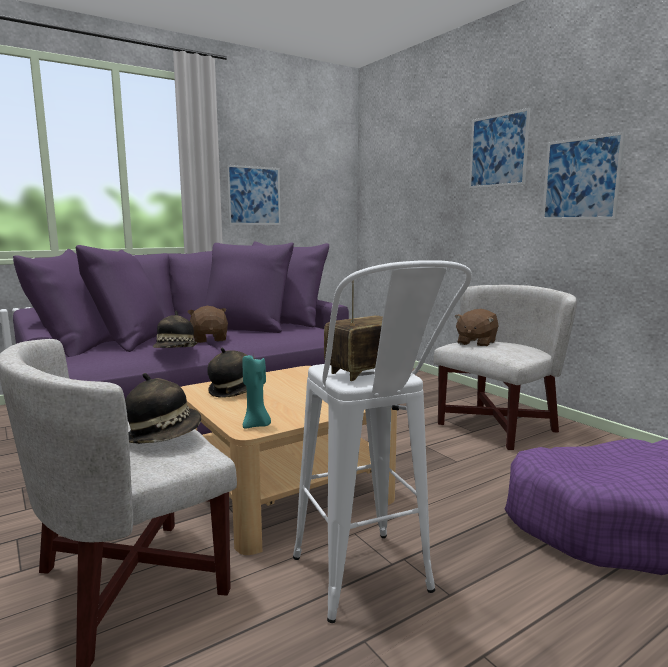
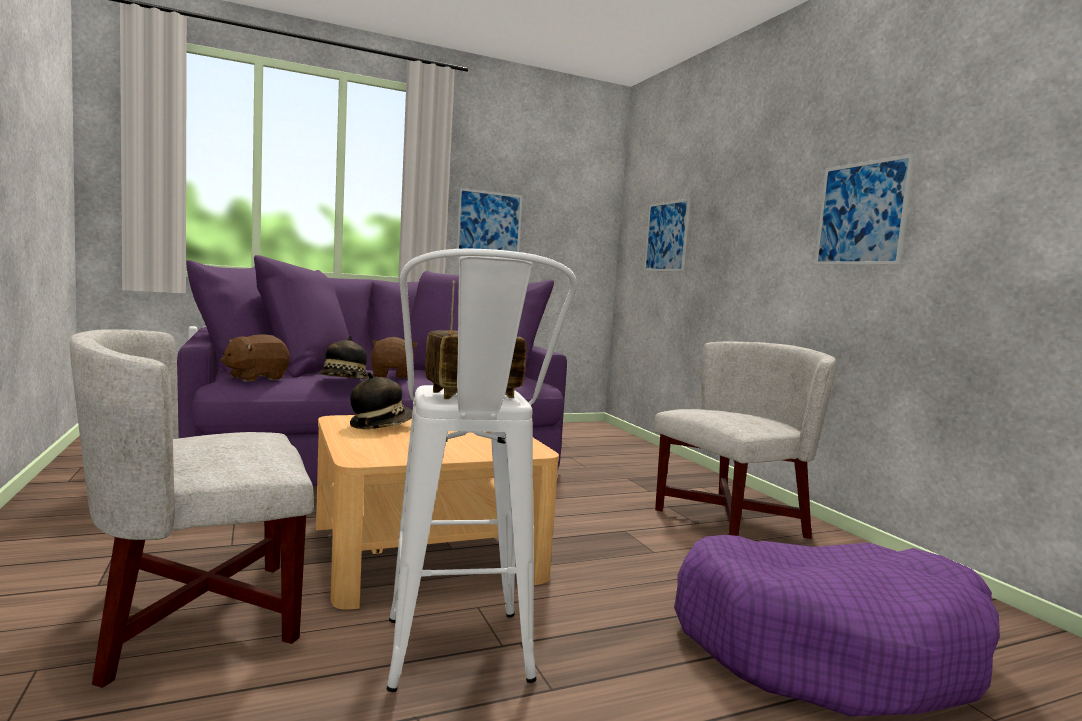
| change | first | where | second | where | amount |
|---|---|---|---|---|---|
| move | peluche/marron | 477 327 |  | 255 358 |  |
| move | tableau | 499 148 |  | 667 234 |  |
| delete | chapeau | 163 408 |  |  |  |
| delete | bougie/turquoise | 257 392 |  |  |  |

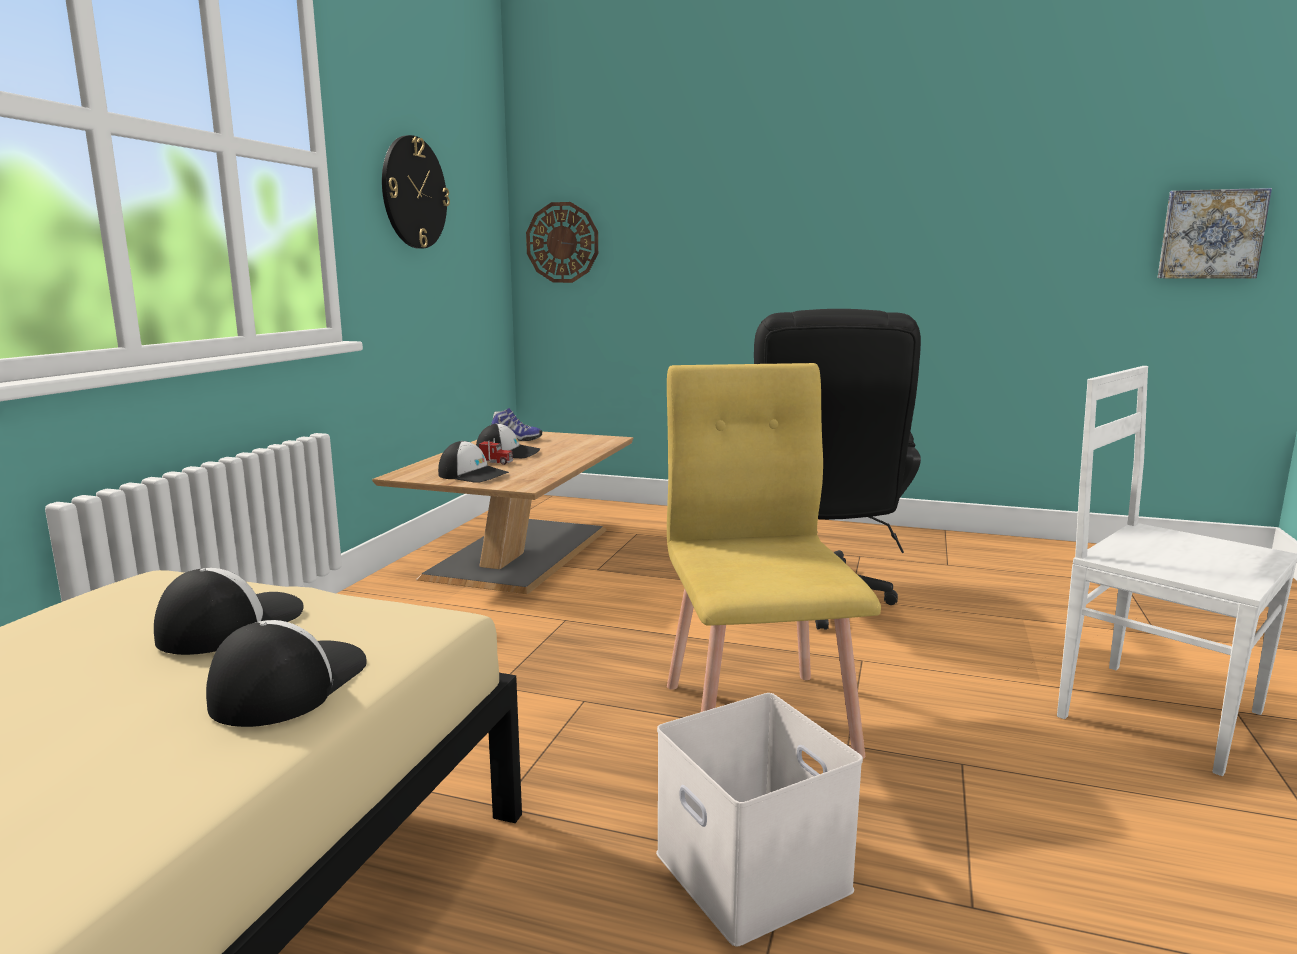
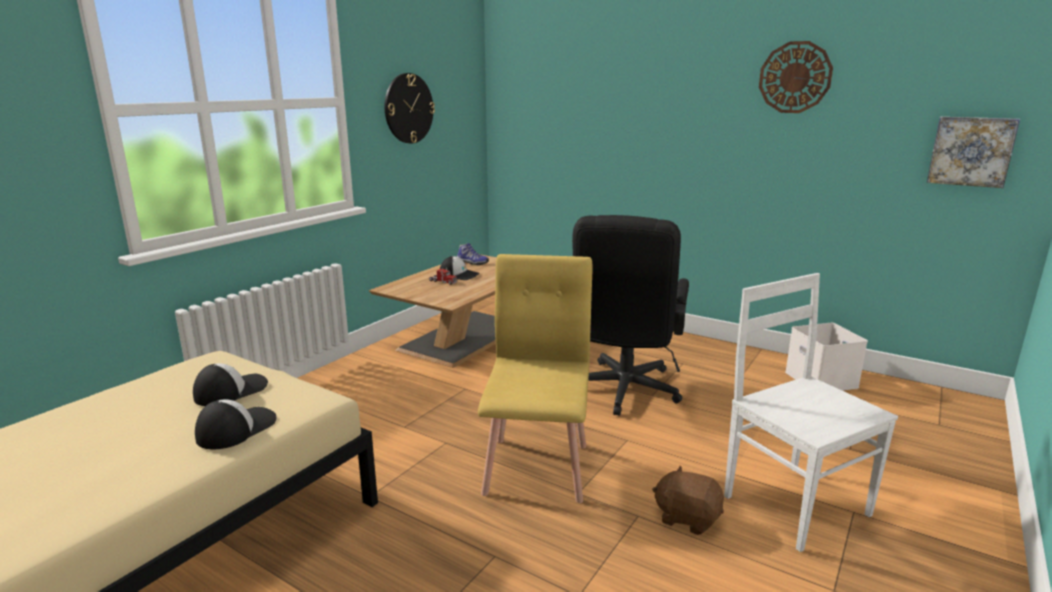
| change | first | where | second | where | amount |
|---|---|---|---|---|---|
| insert |  |  | peluche/marron | 688 500 |  |
| move | horloge murale | 562 242 |  | 796 77 |  |
| move | boîte de rangement/blanc | 759 819 |  | 826 357 |  |
| delete | casquette | 473 462 |  |  |  |

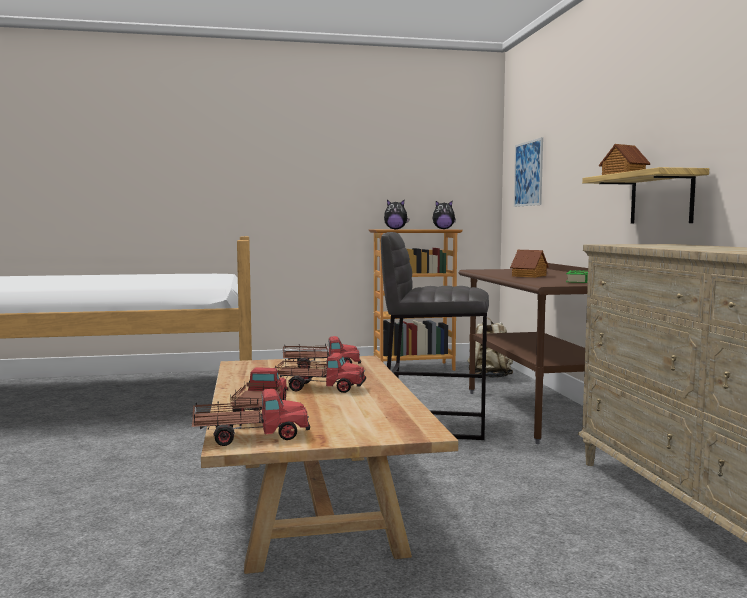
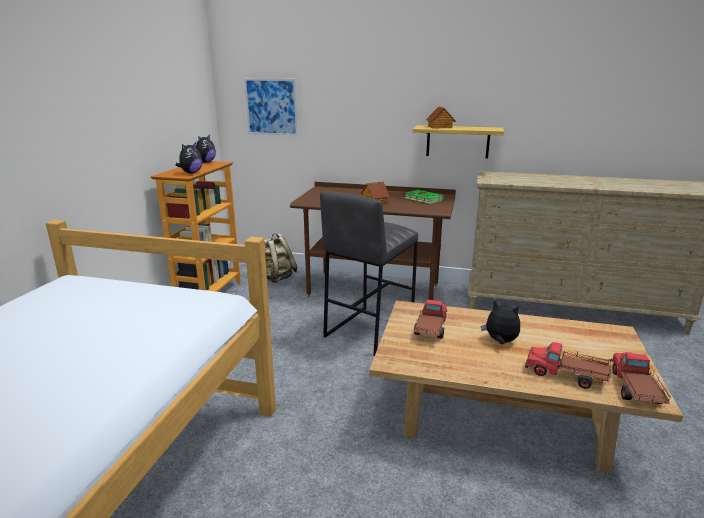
| change | first | where | second | where | amount |
|---|---|---|---|---|---|
| replace | camion jouet | 320 373 | peluche | 500 322 |  |

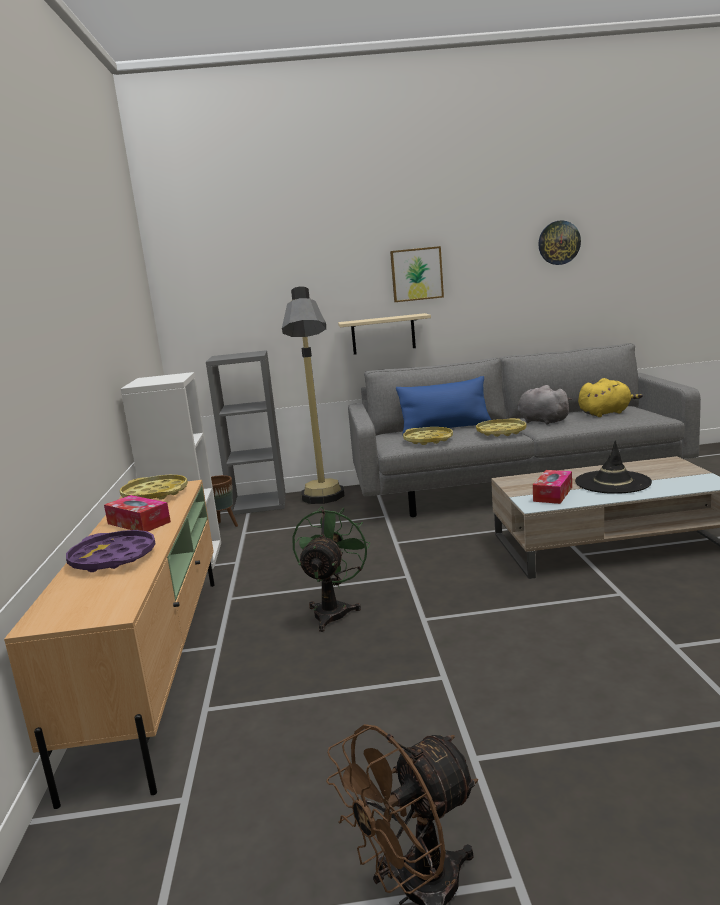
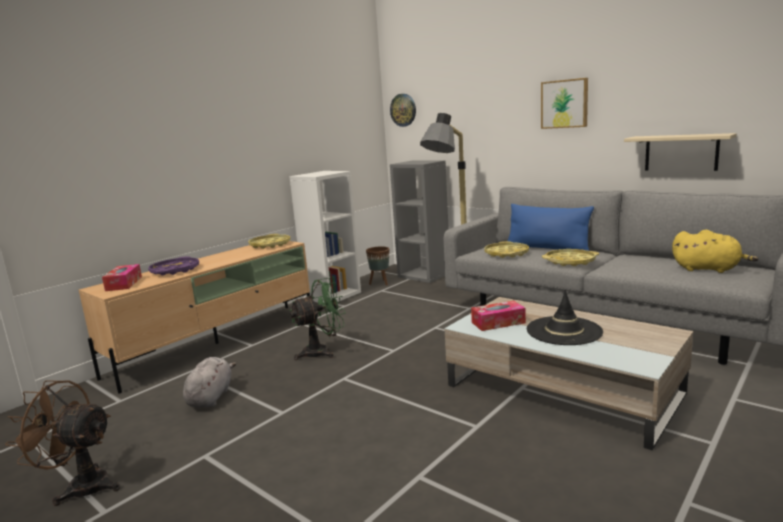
| change | first | where | second | where | amount |
|---|---|---|---|---|---|
| move | boîte à mouchoirs | 137 513 |  | 122 277 |  |
| move | peluche/gris | 545 404 |  | 209 382 |  |
| move | horloge murale | 559 242 |  | 403 110 |  |
| move | étagère/beige | 384 334 |  | 680 152 |  |

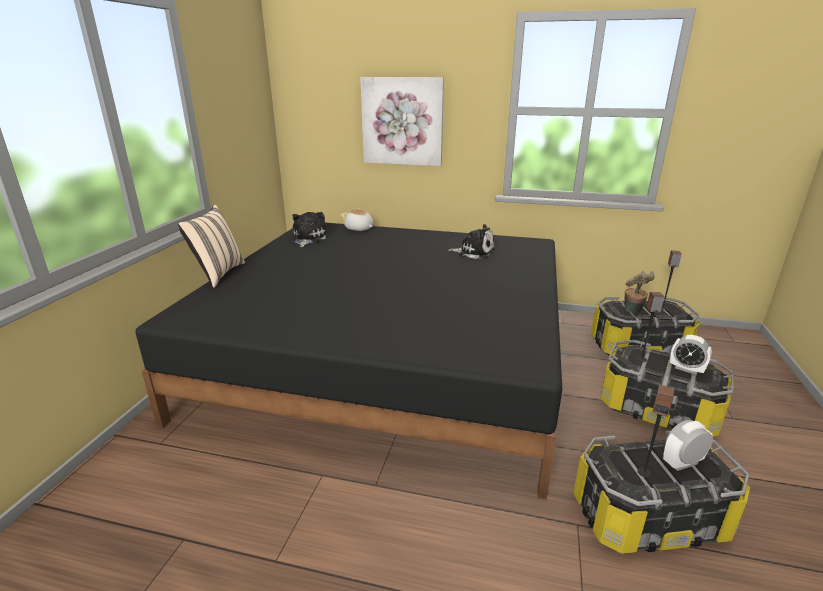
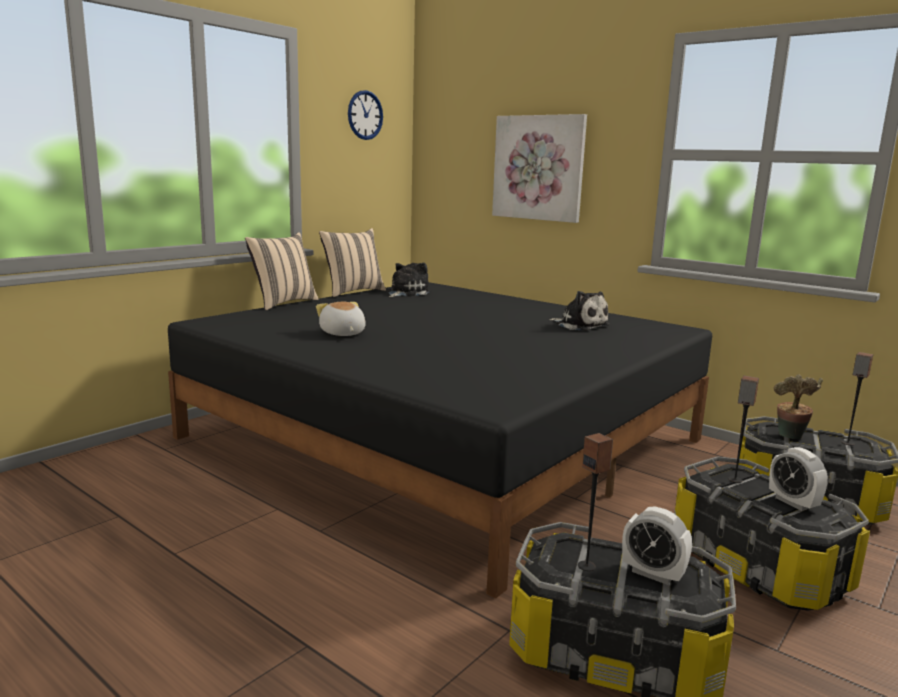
| change | first | where | second | where | amount |
|---|---|---|---|---|---|
| move | peluche | 356 219 |  | 341 319 |  |
| insert |  |  | coussin/beige | 352 262 |  |
| insert |  |  | horloge murale | 365 115 |  |
| rotate | réveil | 688 445 |  | 657 546 | 150 degrees counterclockwise |

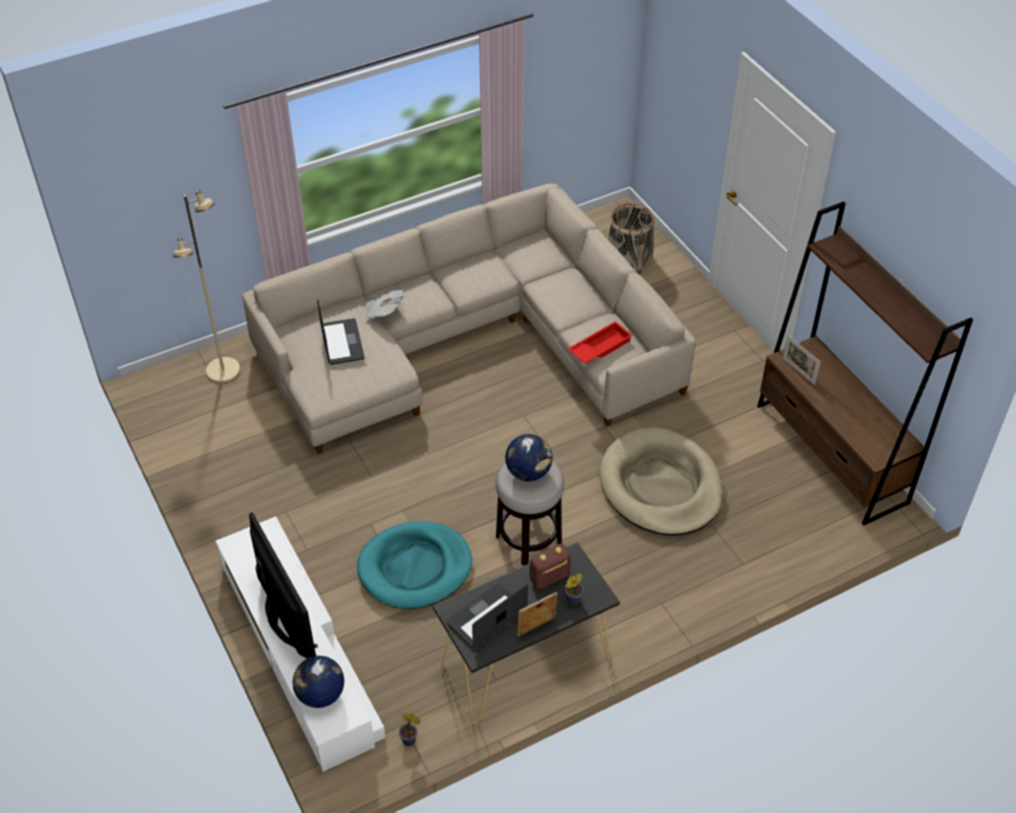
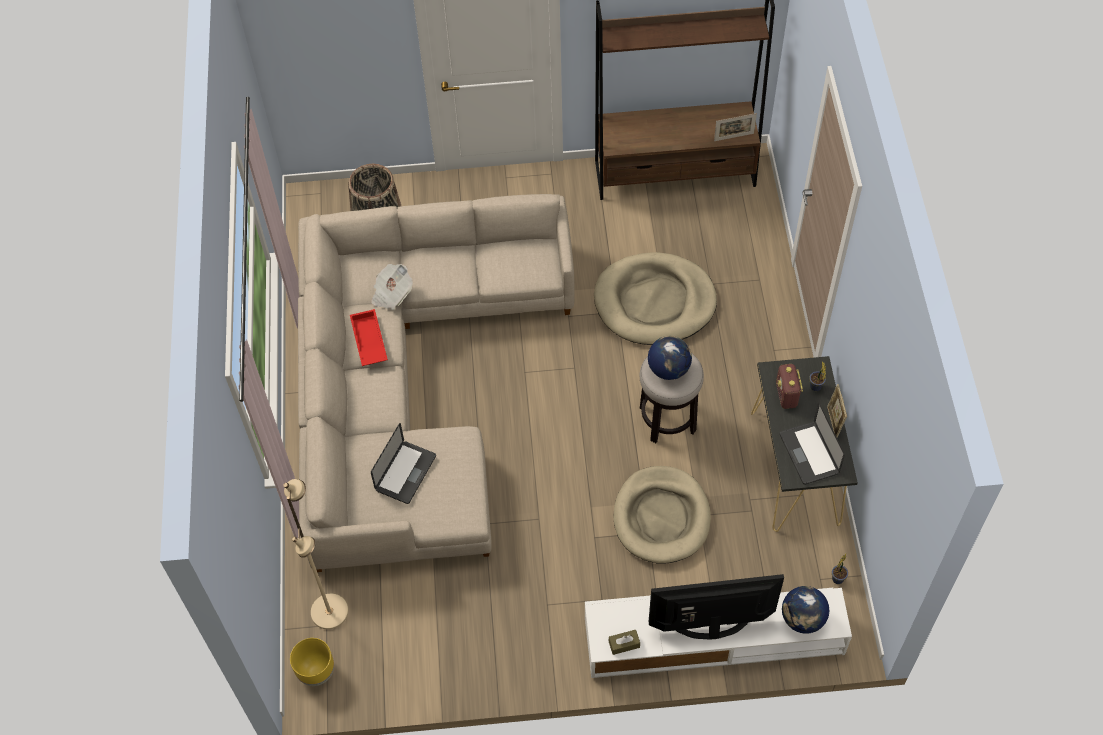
| change | first | where | second | where | amount |
|---|---|---|---|---|---|
| insert |  |  | cache-pot/jaune | 312 662 |  |
| move | plateau/rouge | 600 342 |  | 369 337 |  |
| move | journal | 384 304 |  | 392 287 |  |
| rotate | ordinateur portable | 341 332 |  | 403 463 | 105 degrees clockwise |
| insert |  |  | boîte à mouchoirs/marron | 624 642 |  |
| recolor | panier pour chien/turquoise | 414 565 | panier pour chien/beige | 662 515 |  |
| move | cadre photo | 801 360 |  | 735 127 |  |

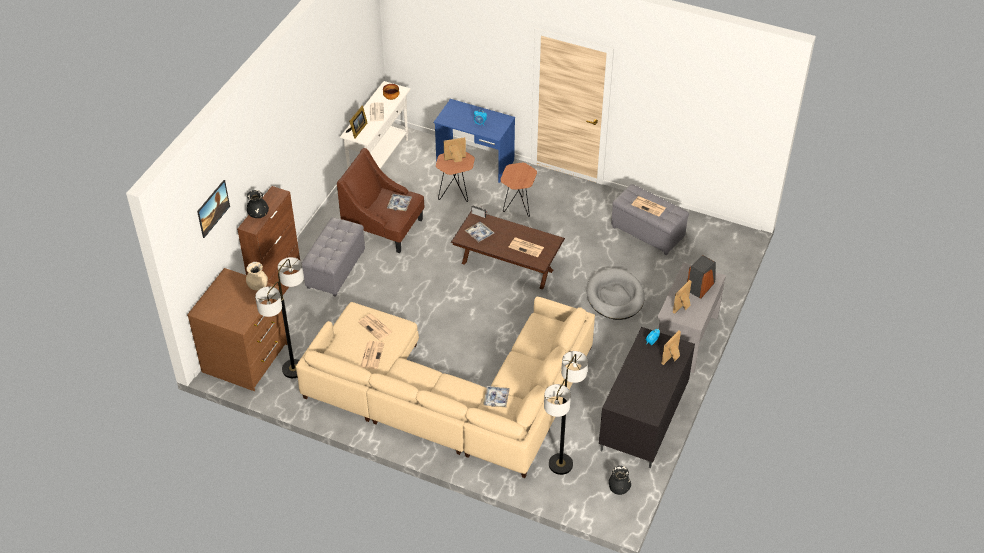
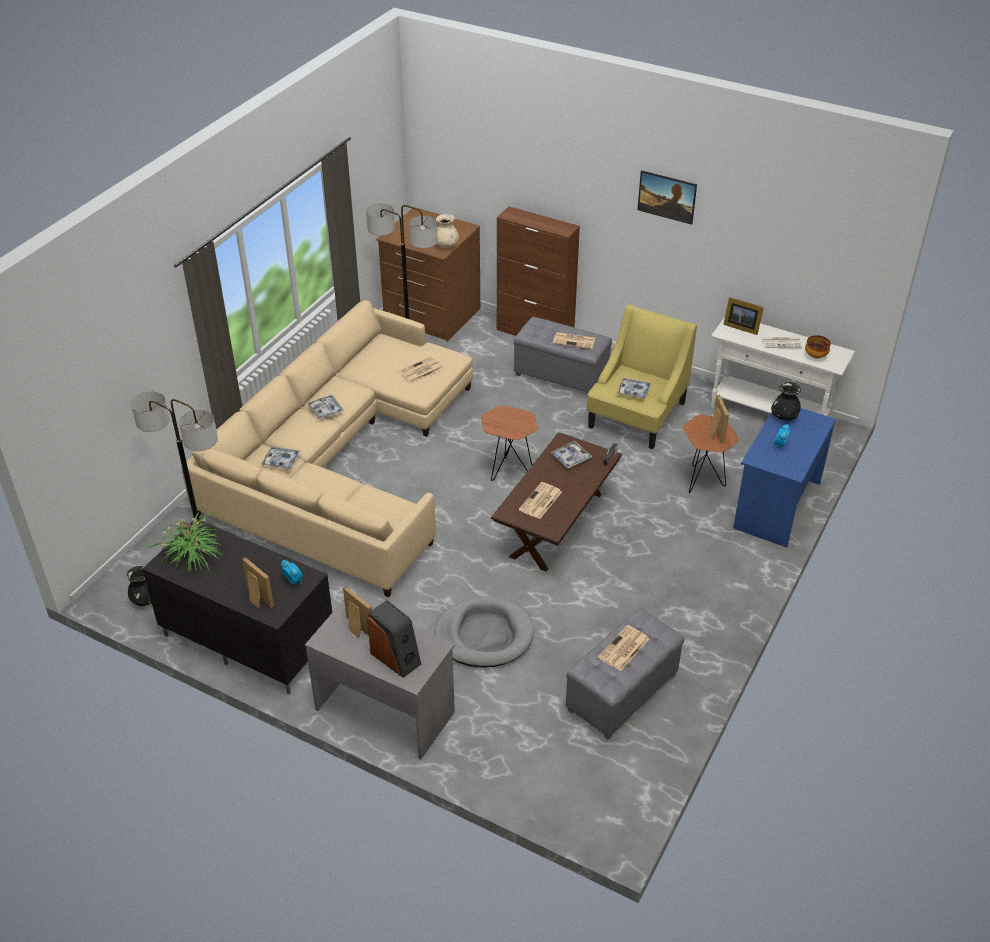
| change | first | where | second | where | amount |
|---|---|---|---|---|---|
| insert |  |  | plante en pot | 186 541 |  |
| insert |  |  | plateau | 325 407 |  |
| move | table d'appoint/marron | 519 190 |  | 509 443 |  |
| move | journal | 372 355 |  | 574 340 |  |
| recolor | fauteuil/marron | 381 200 | fauteuil/jaune | 642 377 |  |
| move | tableau | 213 209 |  | 667 197 |  |
| move | vase/noir | 258 204 |  | 786 401 |  |

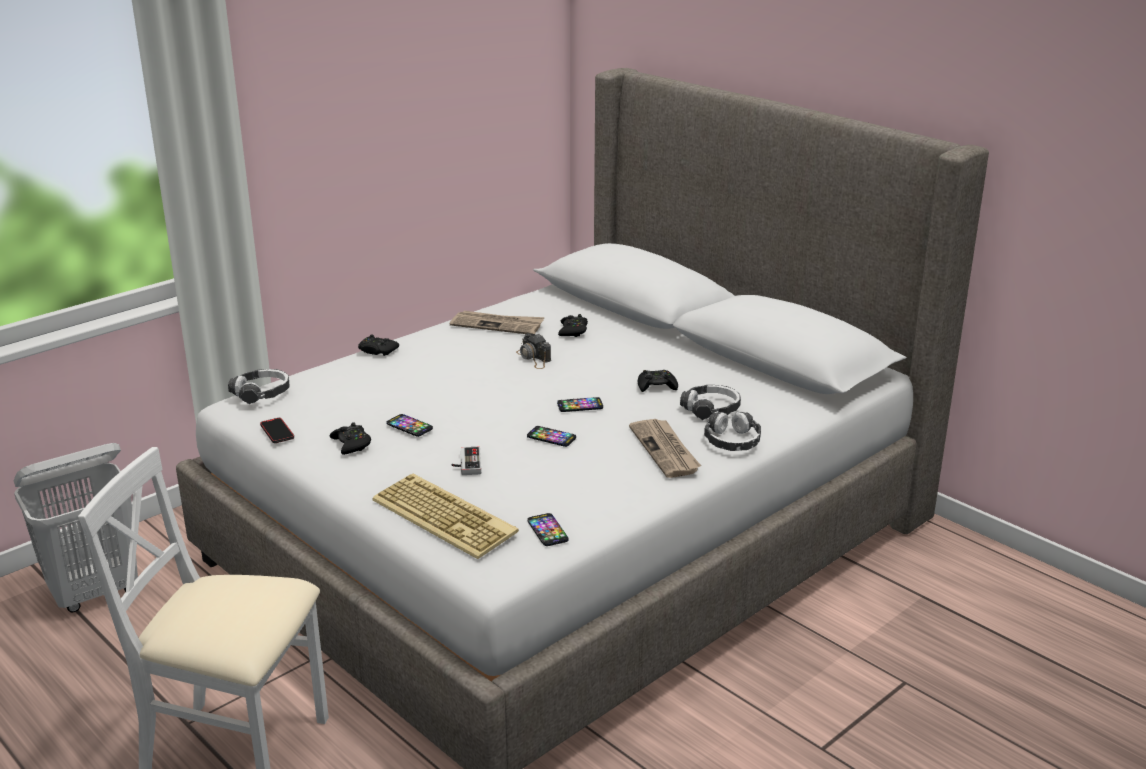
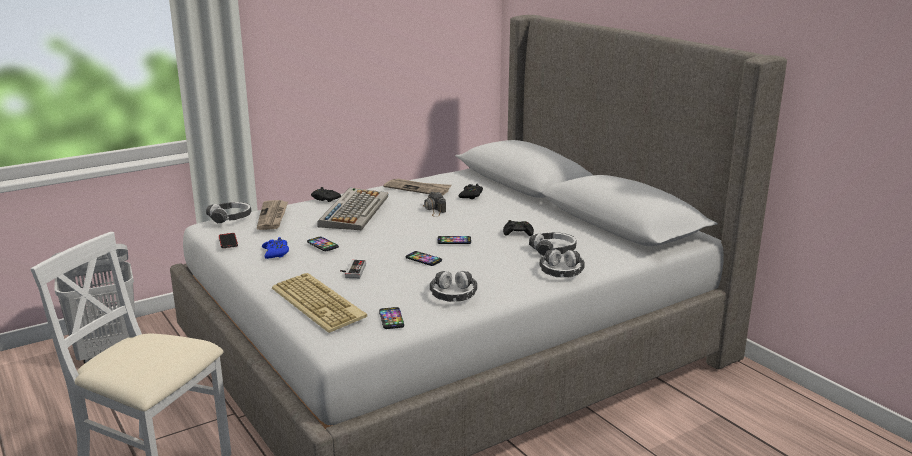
| change | first | where | second | where | amount |
|---|---|---|---|---|---|
| move | journal | 665 448 |  | 272 215 |  |
| recolor | manette/noir | 350 438 | manette/bleu | 275 248 |  |
| insert |  |  | clavier | 353 209 |  |
| insert |  |  | casque audio | 453 286 |  |

